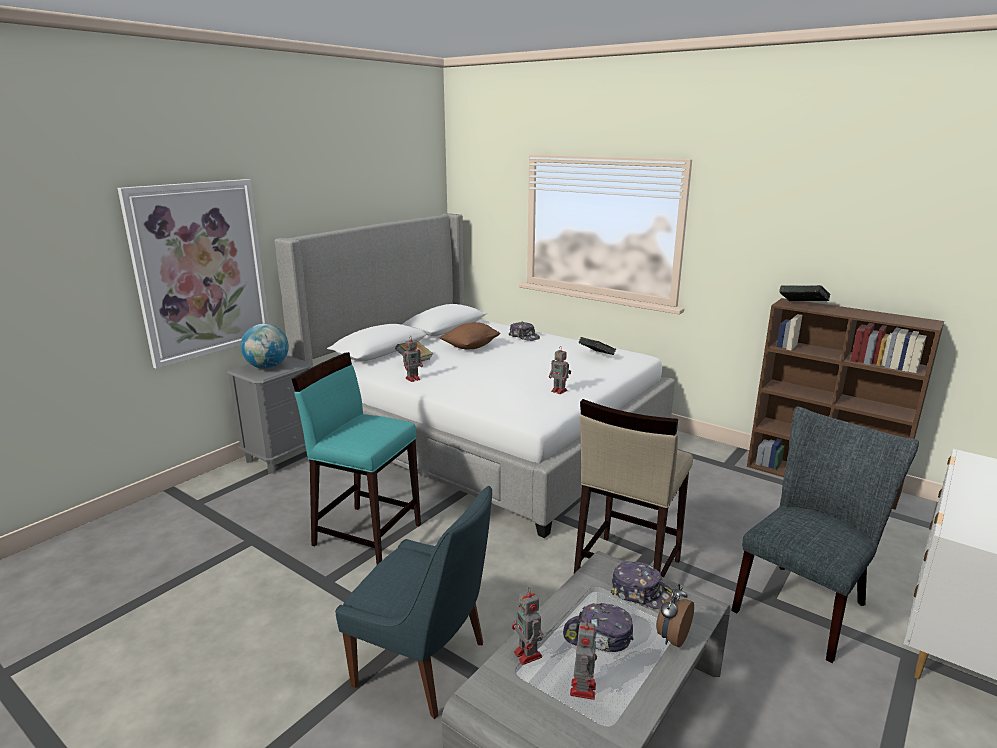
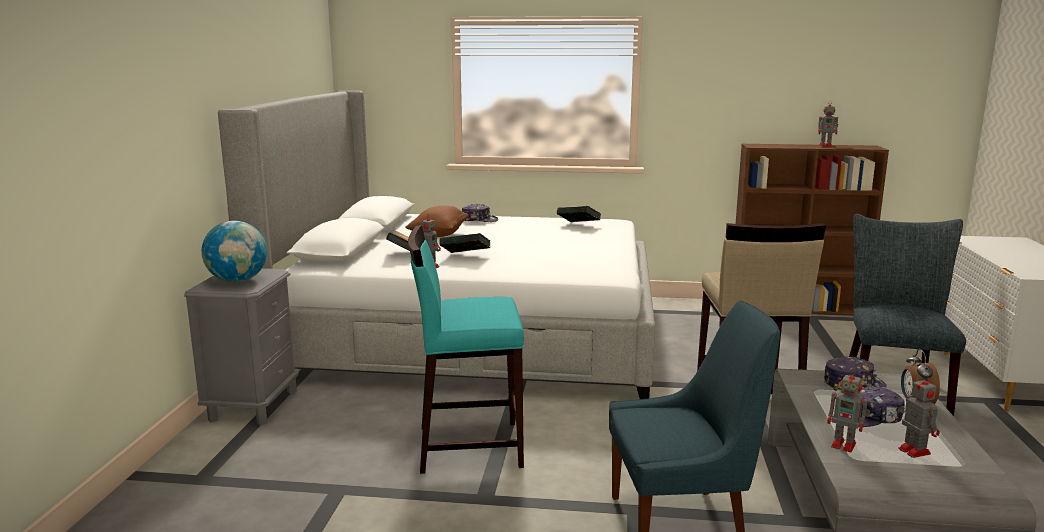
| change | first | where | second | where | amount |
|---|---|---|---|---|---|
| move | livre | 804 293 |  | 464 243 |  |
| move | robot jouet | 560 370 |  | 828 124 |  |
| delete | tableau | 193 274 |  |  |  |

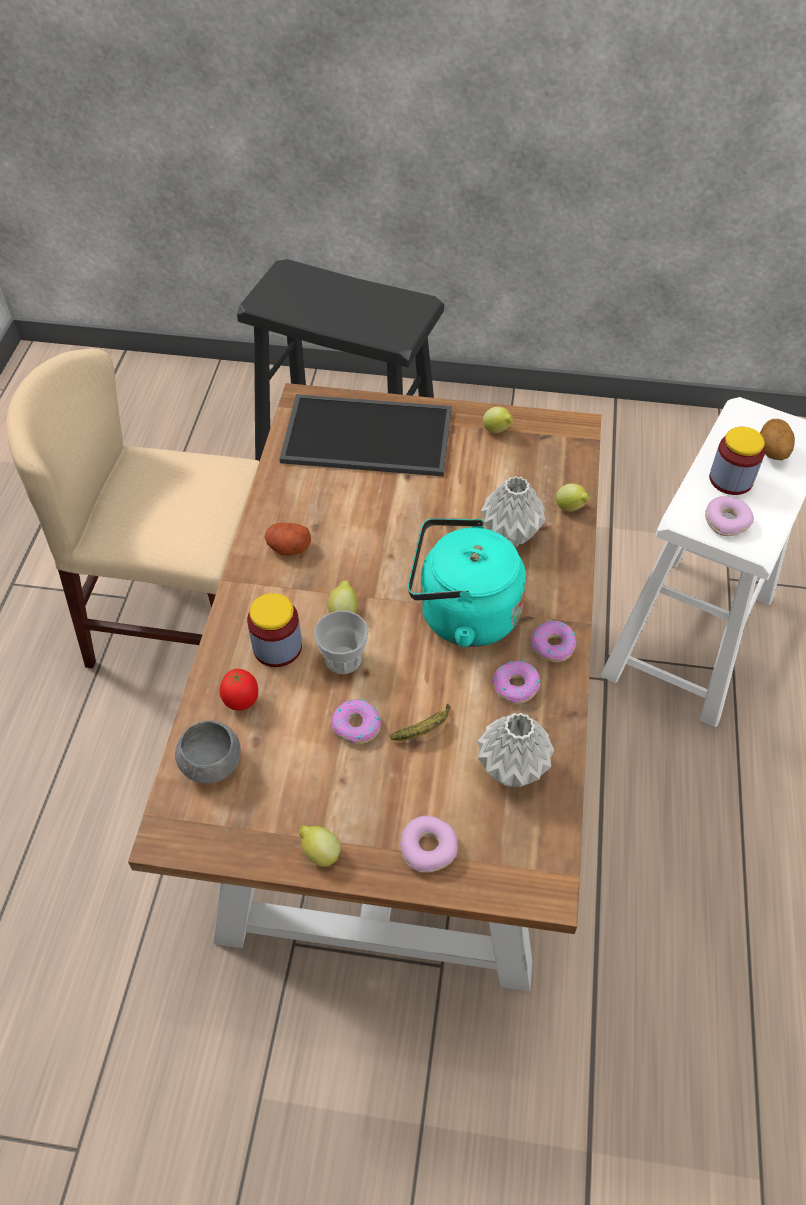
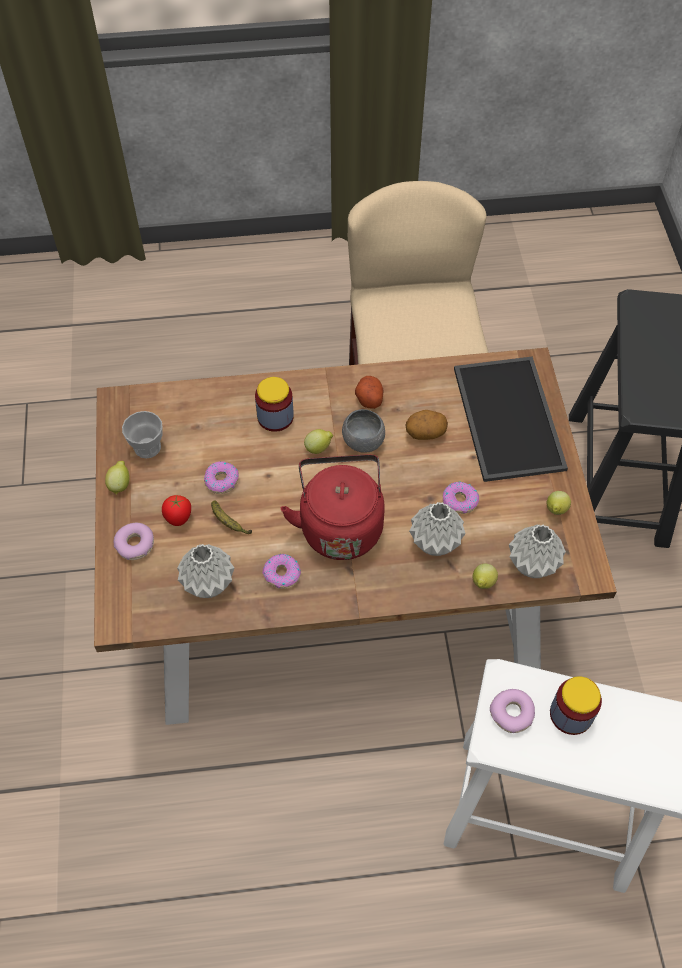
| change | first | where | second | where | amount |
|---|---|---|---|---|---|
| move | tasse | 341 642 |  | 142 434 |  |
| move | tomate | 239 690 |  | 176 510 |  |
| recolor | bouilloire/turquoise | 467 582 | bouilloire/rouge | 333 507 |  |
| move | bol/gris | 208 752 |  | 363 431 |  |
| move | pomme de terre | 777 439 |  | 426 425 |  |
| move | beignet | 554 641 |  | 461 498 |  |
| insert |  |  | vase/gris | 537 551 |  |

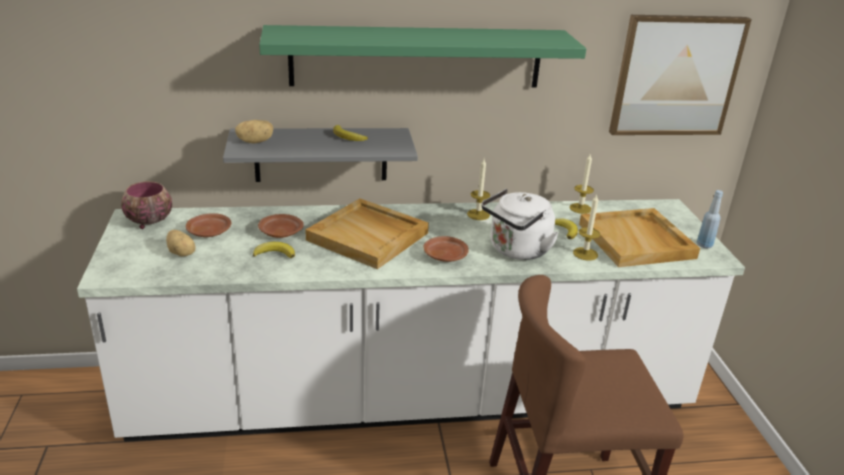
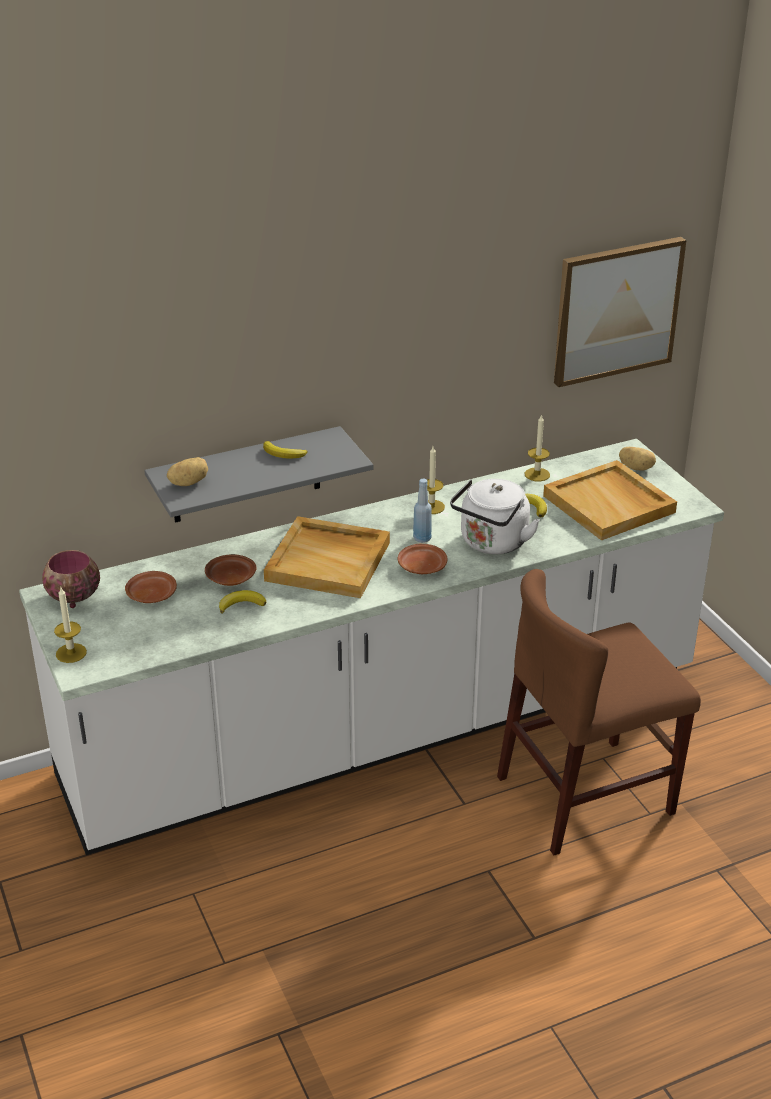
| change | first | where | second | where | amount |
|---|---|---|---|---|---|
| move | bougie | 586 227 |  | 70 625 |  |
| move | bouteille/bleu | 710 219 |  | 422 511 |  |
| move | pomme de terre | 180 243 |  | 637 458 |  |
| delete | étagère/vert | 422 56 |  |  |  |

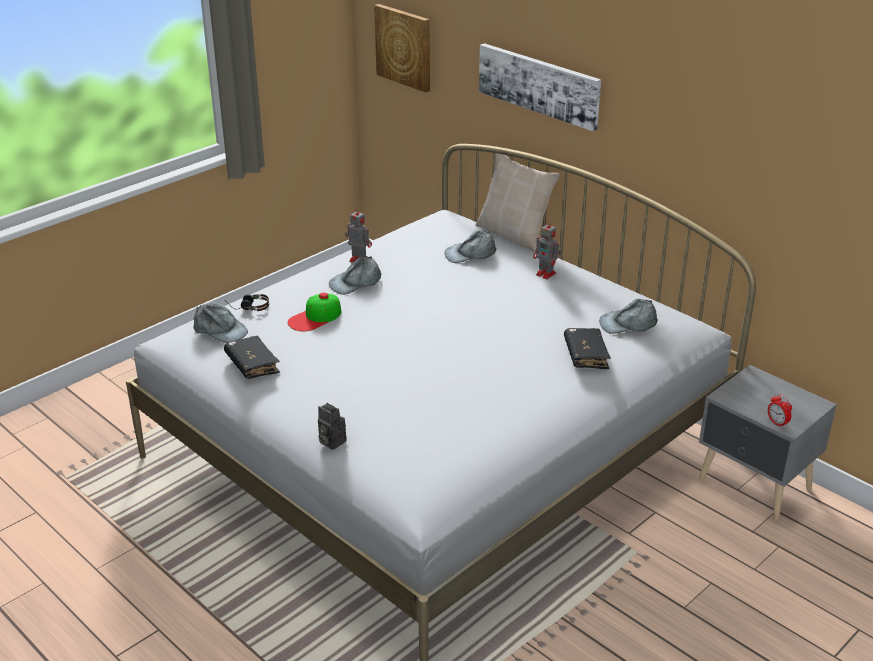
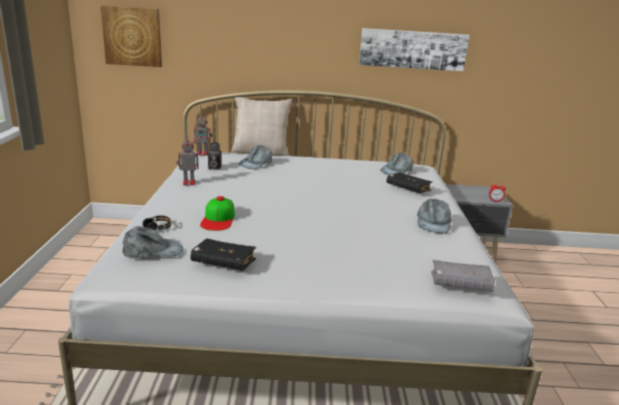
| change | first | where | second | where | amount |
|---|---|---|---|---|---|
| move | robot jouet | 547 250 |  | 203 134 |  |
| move | appareil photo | 332 426 |  | 214 156 |  |
| move | tableau | 540 87 |  | 414 49 |  |
| move | casquette/gris | 355 275 |  | 434 216 |  |
| insert |  |  | livre/gris | 463 276 |  |

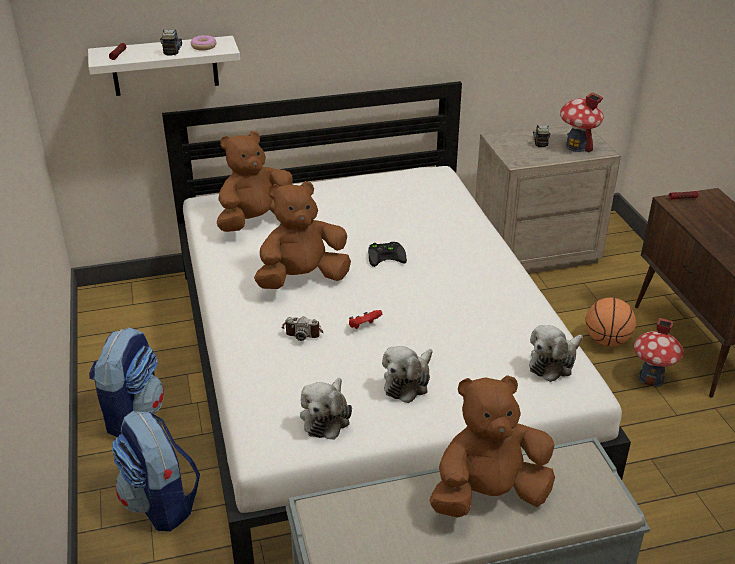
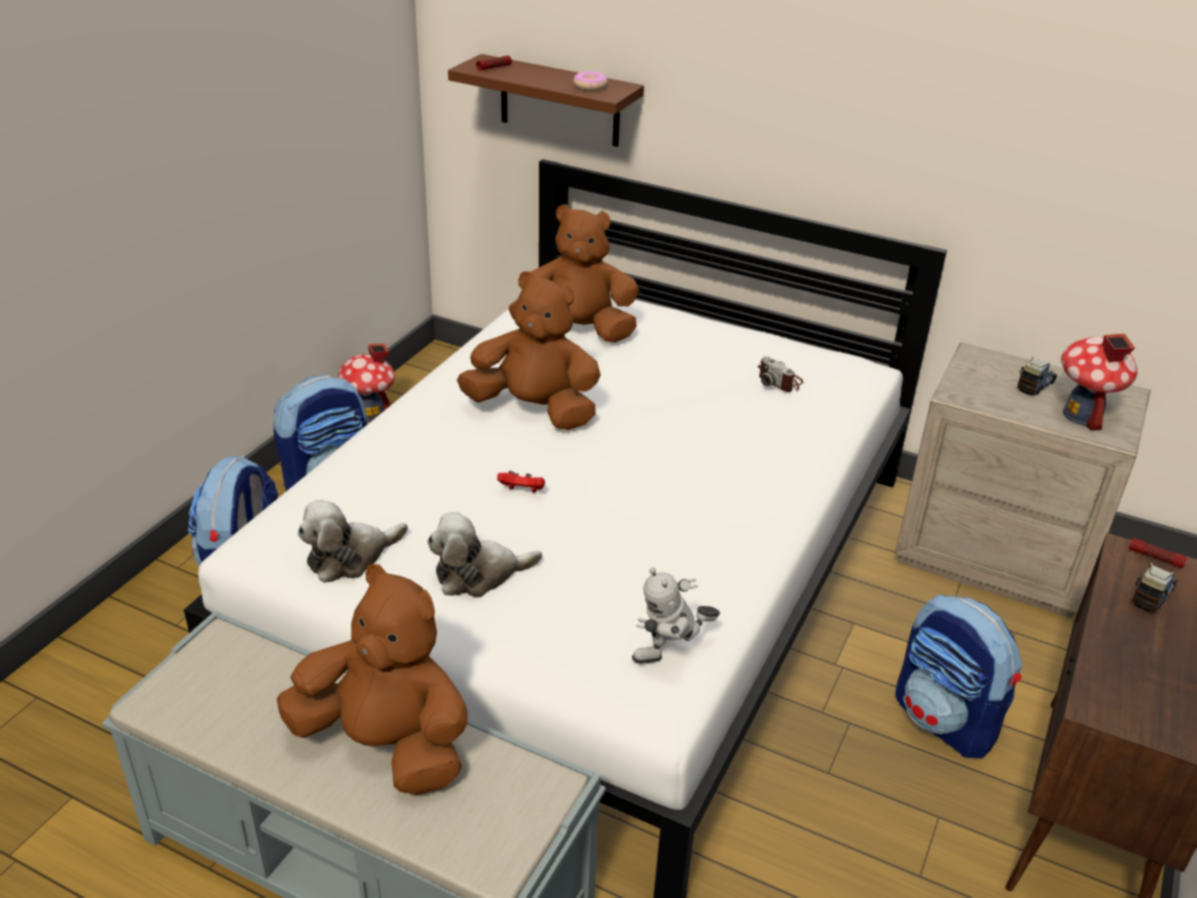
| change | first | where | second | where | amount |
|---|---|---|---|---|---|
| move | maison miniature | 659 352 |  | 366 382 |  |
| recolor | étagère/blanc | 164 66 | étagère/marron | 546 100 |  |
| replace | peluche | 556 353 | robot jouet | 676 616 |  |
| move | appareil photo | 302 329 |  | 780 374 |  |
| replace | ballon de basket | 610 321 | sac à dos | 958 676 |  |
| move | camion jouet | 171 42 |  | 1154 588 |  |
| delete | manette/noir | 387 254 |  |  |  |

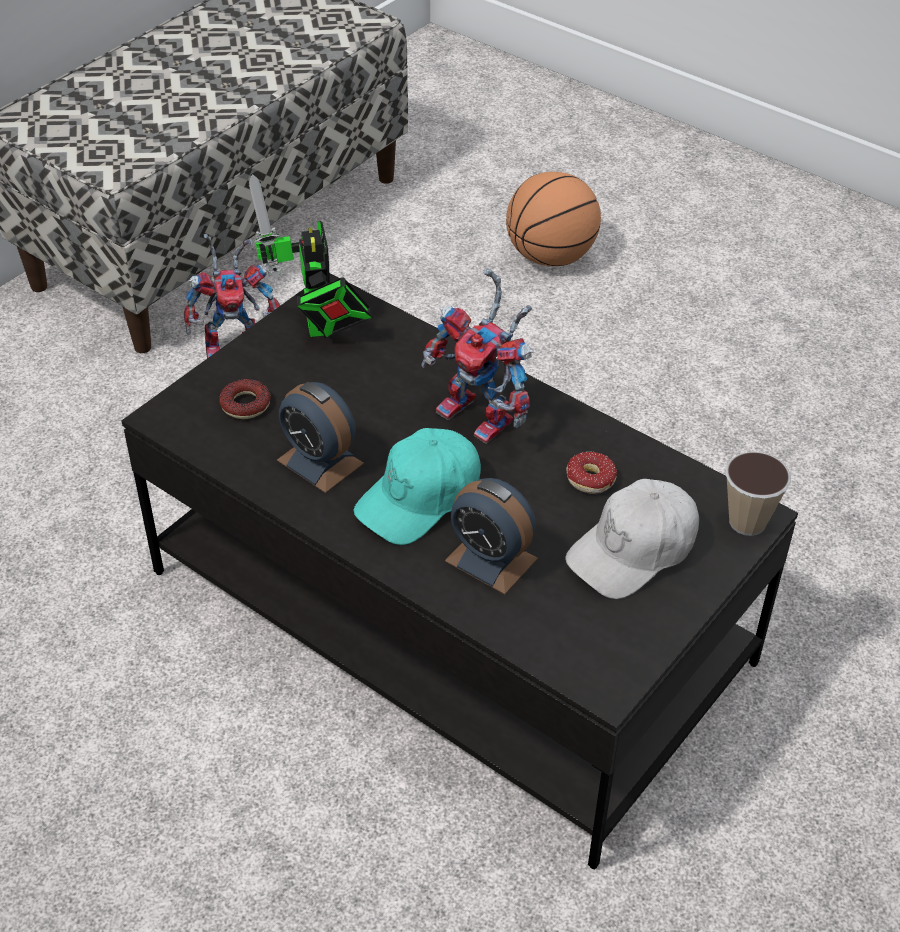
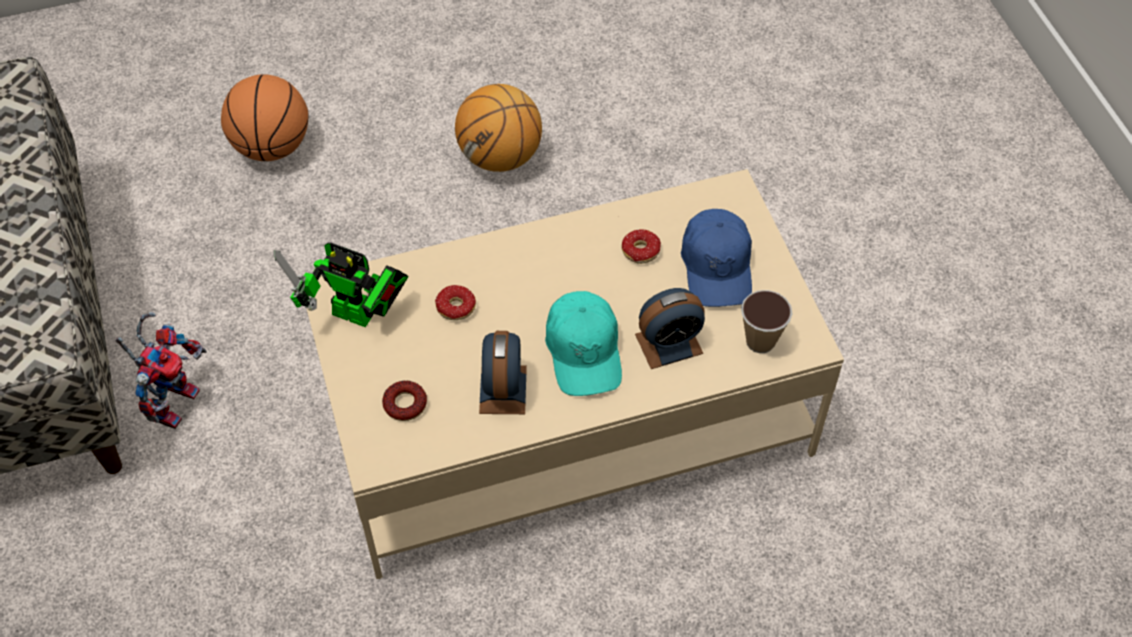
| change | first | where | second | where | amount |
|---|---|---|---|---|---|
| recolor | table basse/noir | 459 571 | table basse/beige | 575 374 |  |
| insert |  |  | beignet | 455 302 |  |
| insert |  |  | ballon de basket | 498 128 |  |
| rotate | réveil | 320 437 |  | 503 372 | 75 degrees counterclockwise |
| recolor | casquette/blanc | 632 539 | casquette/bleu | 716 258 |  |
| move | tasse | 758 494 |  | 766 321 |  |
| delete | robot jouet | 477 355 |  |  |  |

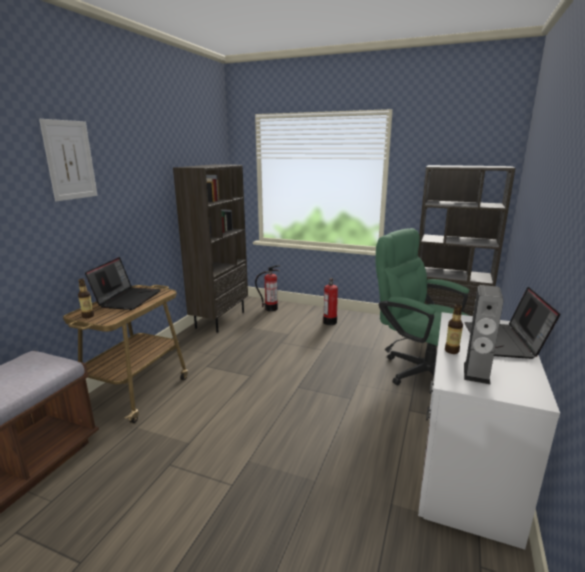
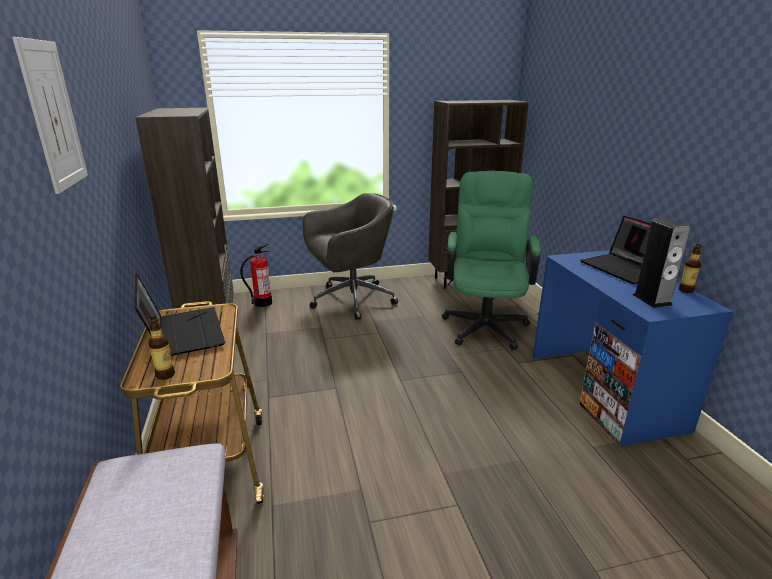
| change | first | where | second | where | amount |
|---|---|---|---|---|---|
| replace | extincteur | 330 301 | chaise de bureau/gris | 350 256 |  |
| rotate | chaise de bureau/vert | 422 306 |  | 491 260 | 90 degrees clockwise |
| recolor | bureau/blanc | 489 431 | bureau/bleu | 633 348 |  |
| move | bouteille | 454 329 |  | 690 268 |  |

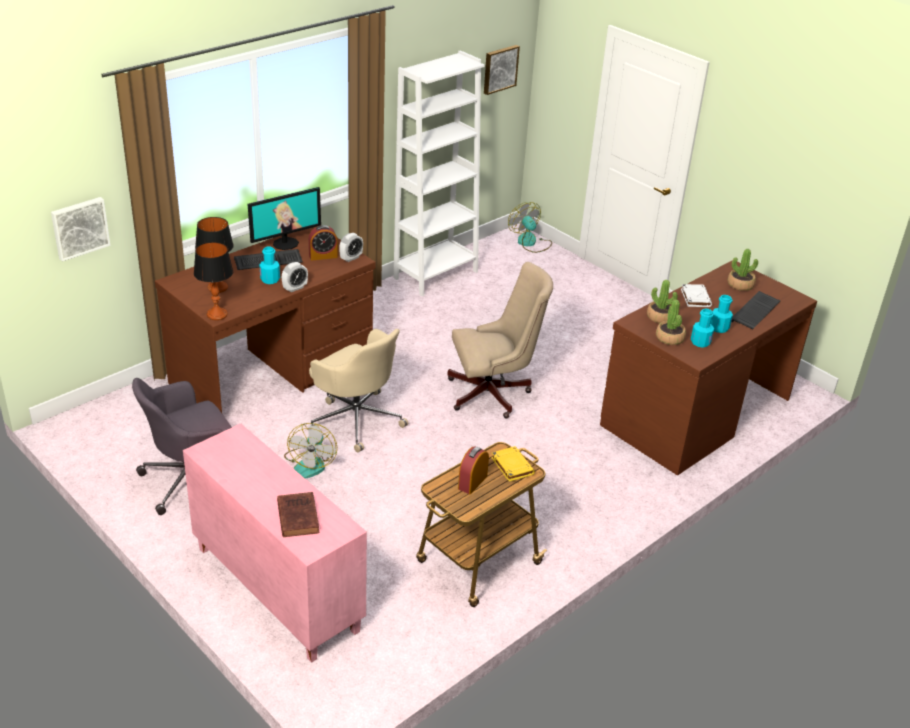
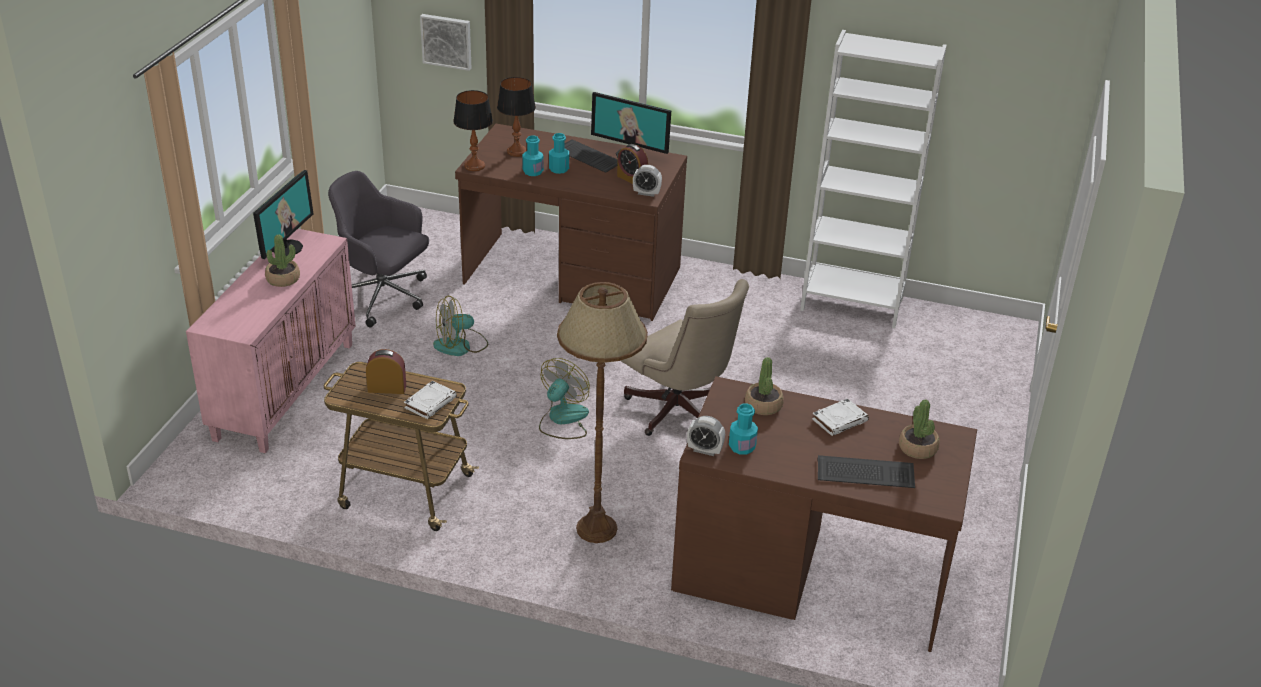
| change | first | where | second | where | amount |
|---|---|---|---|---|---|
| insert |  |  | écran d'ordinateur | 283 214 |  |
| move | plante en pot | 671 322 |  | 282 260 |  |
| recolor | livre/jaune | 513 464 | livre/blanc | 430 400 |  |
| move | bouteille/turquoise | 721 314 |  | 533 155 |  |
| move | ventilateur | 530 227 |  | 564 398 |  |
| insert |  |  | lampadaire/marron | 602 412 |  |
| move | réveil | 295 277 |  | 706 436 |  |
| delete | livre/marron | 298 514 |  |  |  |
| delete | chaise de bureau/beige | 358 391 |  |  |  |
| delete | tableau | 502 70 |  |  |  |

